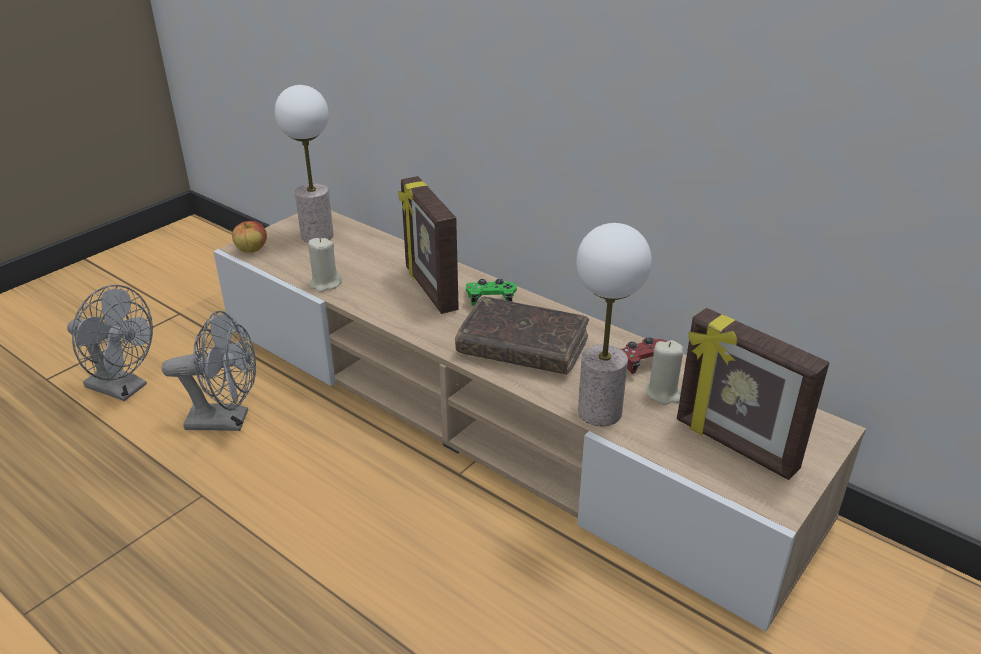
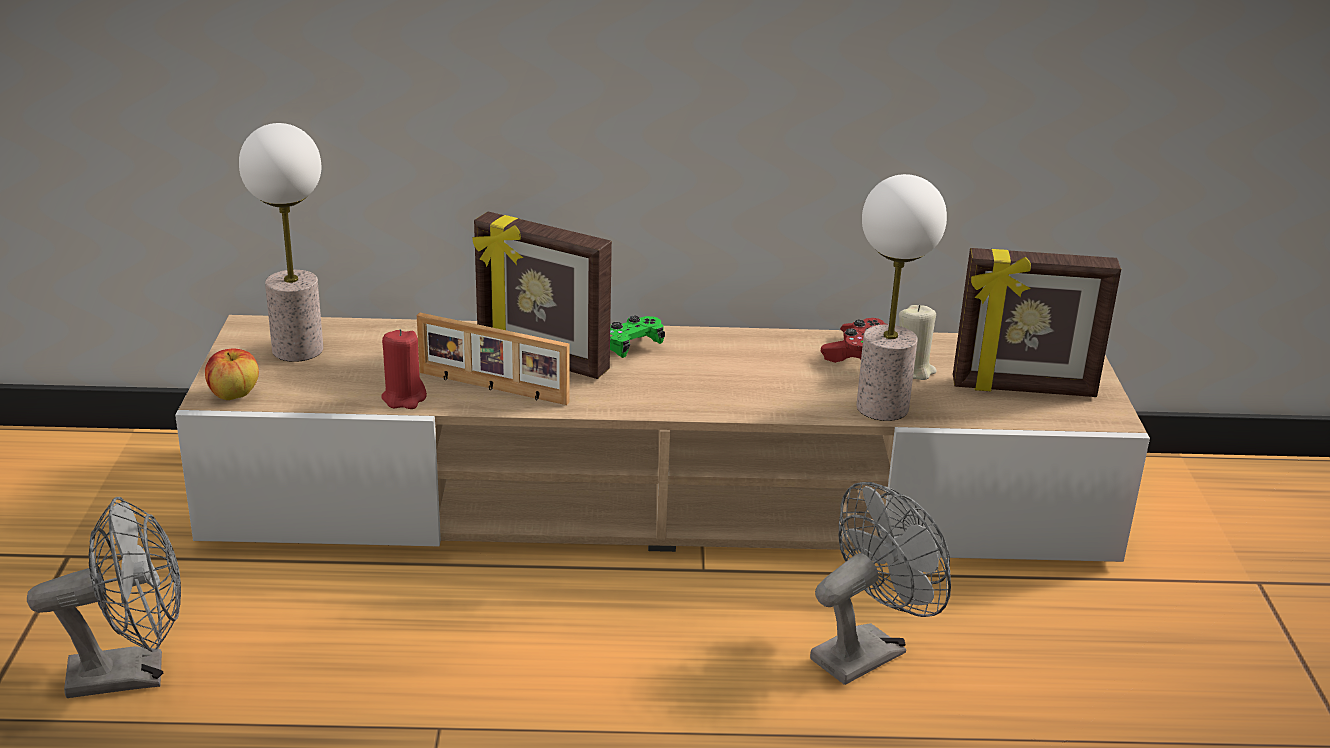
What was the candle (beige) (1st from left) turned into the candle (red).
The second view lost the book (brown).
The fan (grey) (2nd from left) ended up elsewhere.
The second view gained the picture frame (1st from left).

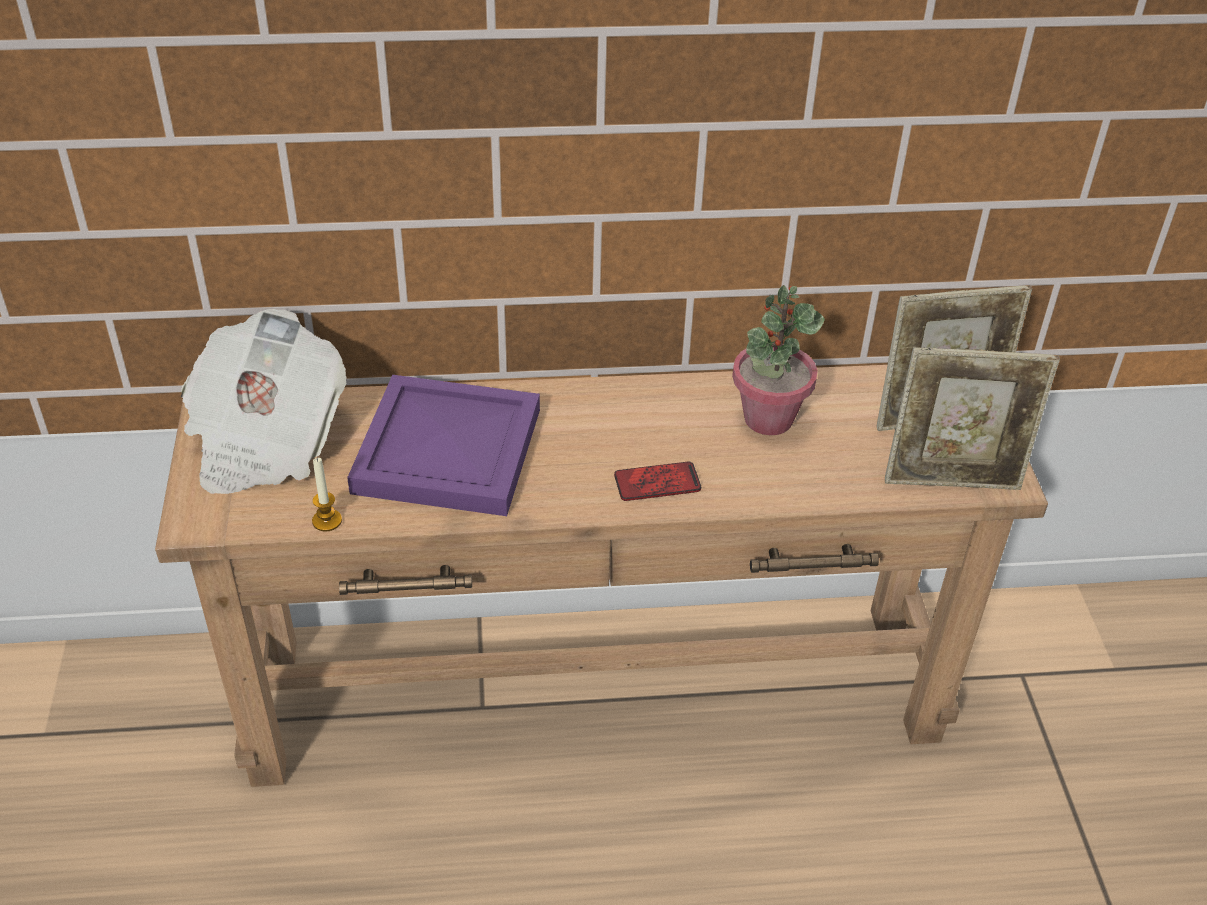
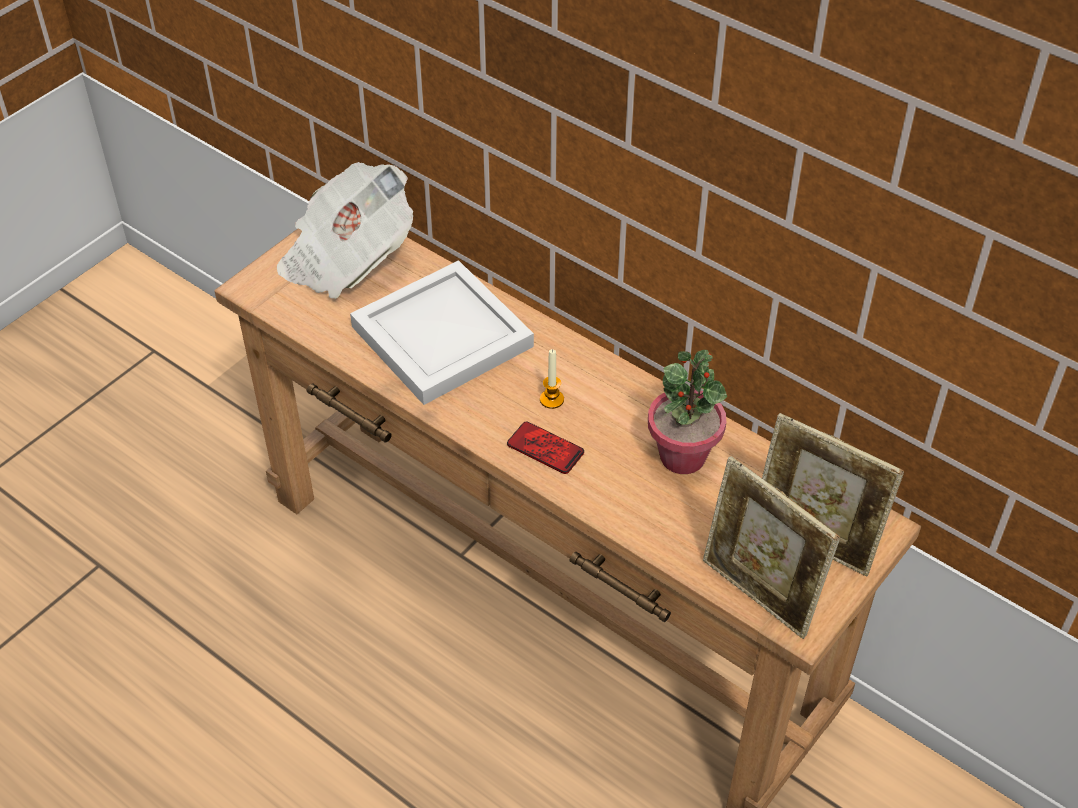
What was the tray (purple) turned into the tray (white).
The candle ended up elsewhere.

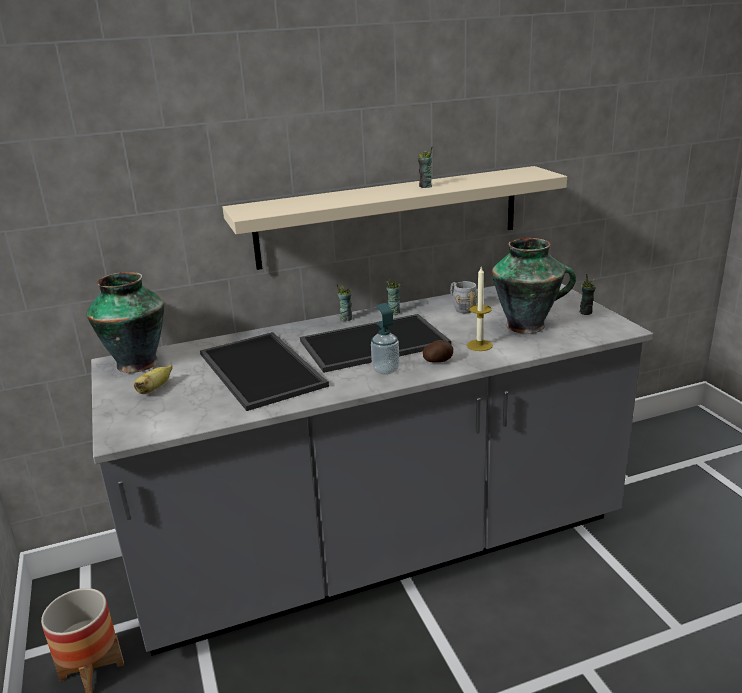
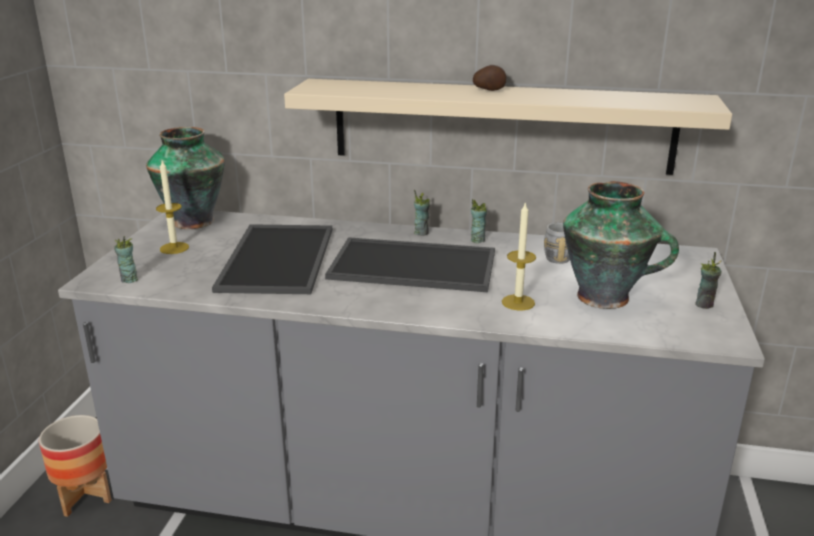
The cup (3rd from left in the first image) ended up elsewhere.
The second view lost the soap dispenser.
The potato ended up elsewhere.
Where the banana stood, the candle (1st from left) came to stand.

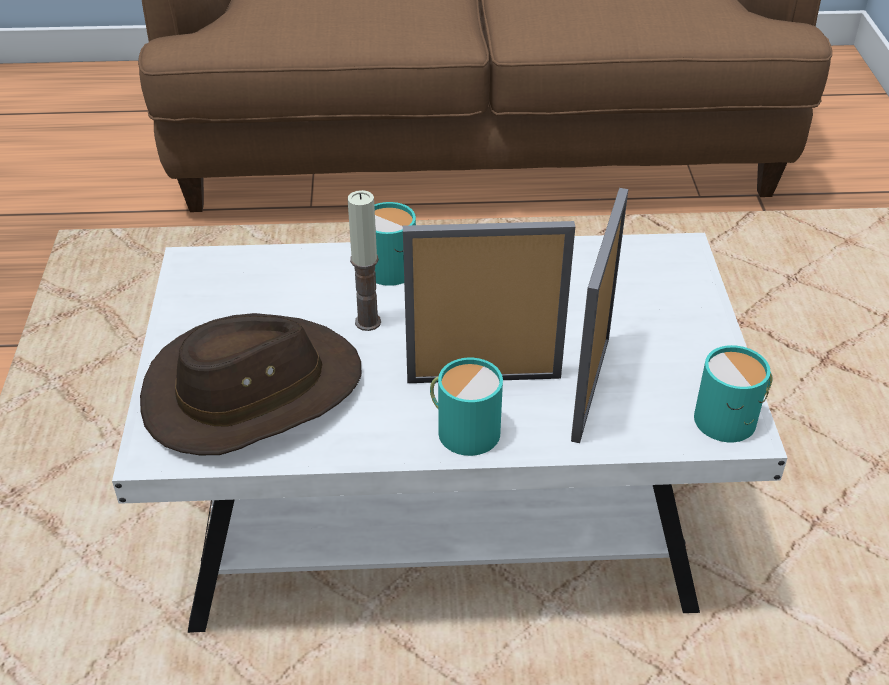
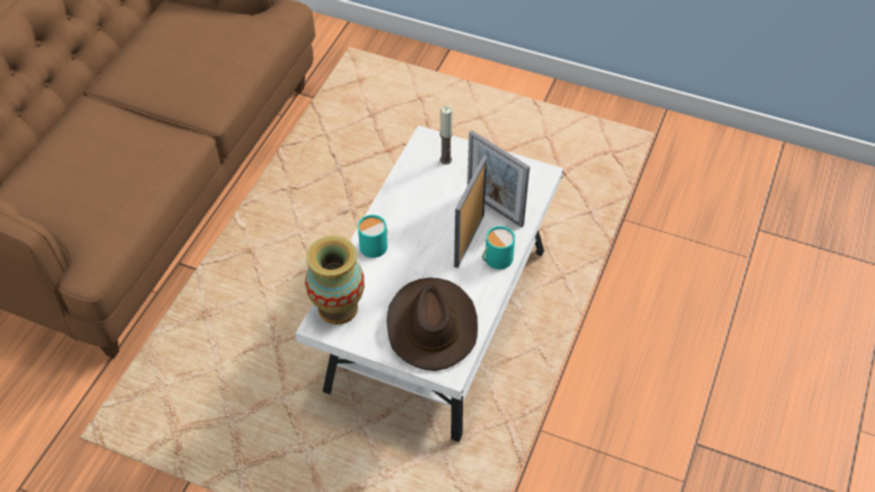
The candle ended up elsewhere.
The second view lost the mug (turquoise) (3rd from left).
The second view gained the vase.

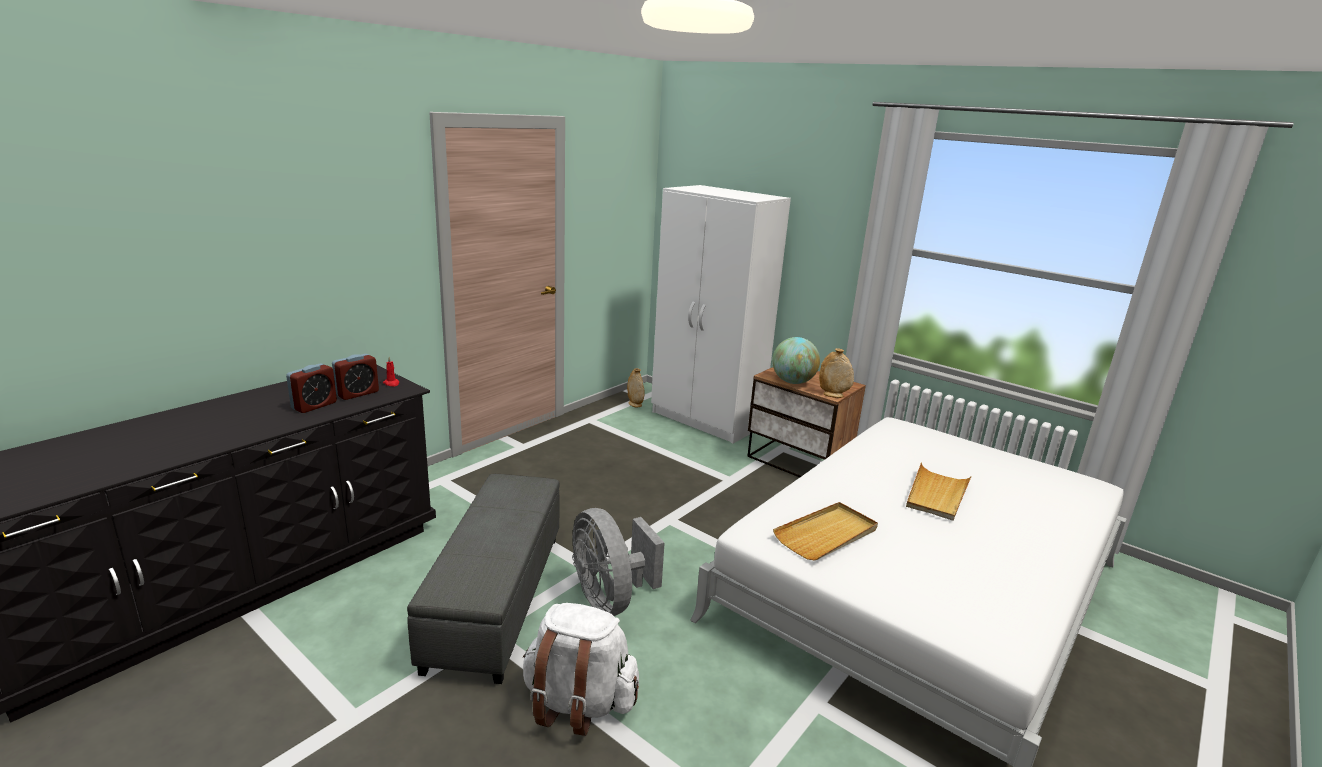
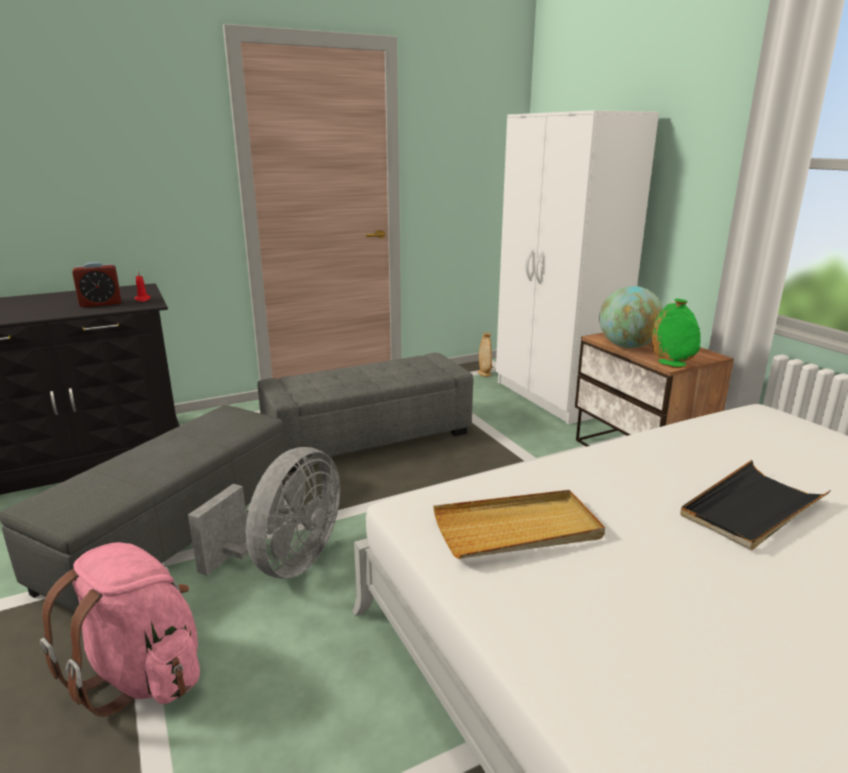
What was the vase (beige) (2nd from left) turned into the vase (green).
The second view lost the alarm clock (1st from left).
What was the tray (beige) (2nd from left) turned into the tray (black).
The fan (grey) ended up facing another way, 150 degrees counterclockwise from before.
What was the backpack (white) turned into the backpack (pink).
The second view gained the ottoman (grey) (2nd from left).

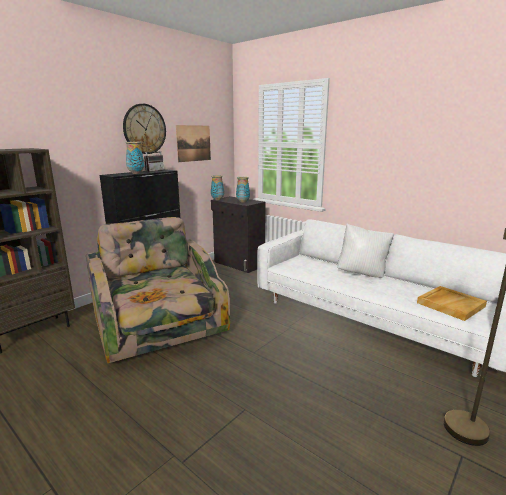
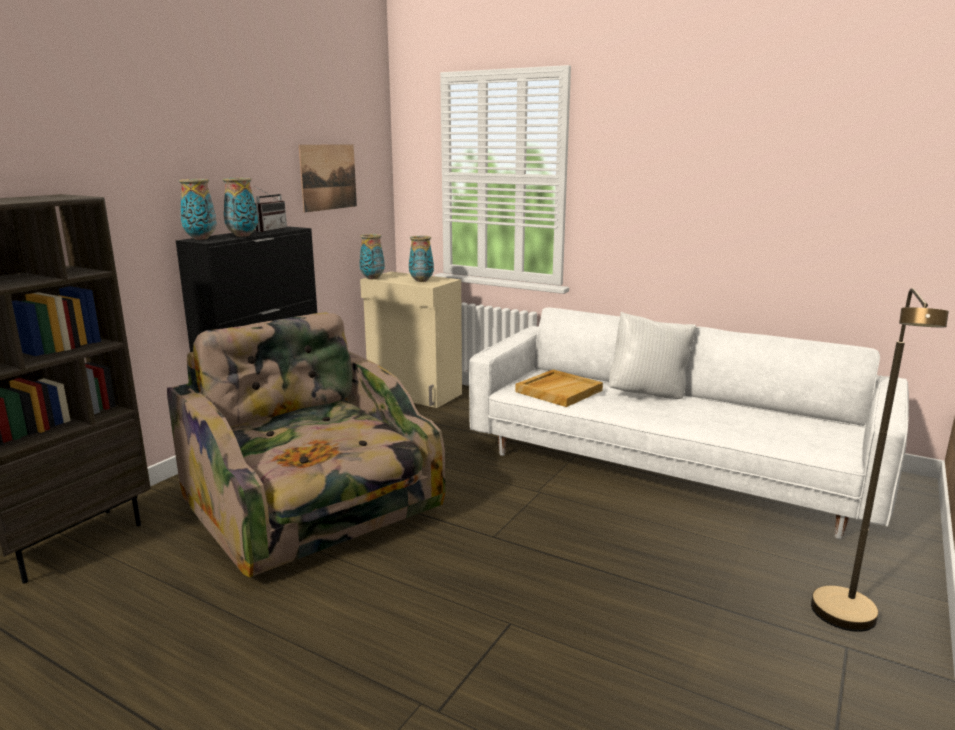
The second view lost the wall clock.
What was the cabinet (black) (2nd from left) turned into the cabinet (beige).
The tray (beige) ended up elsewhere.
The second view gained the vase (1st from left).

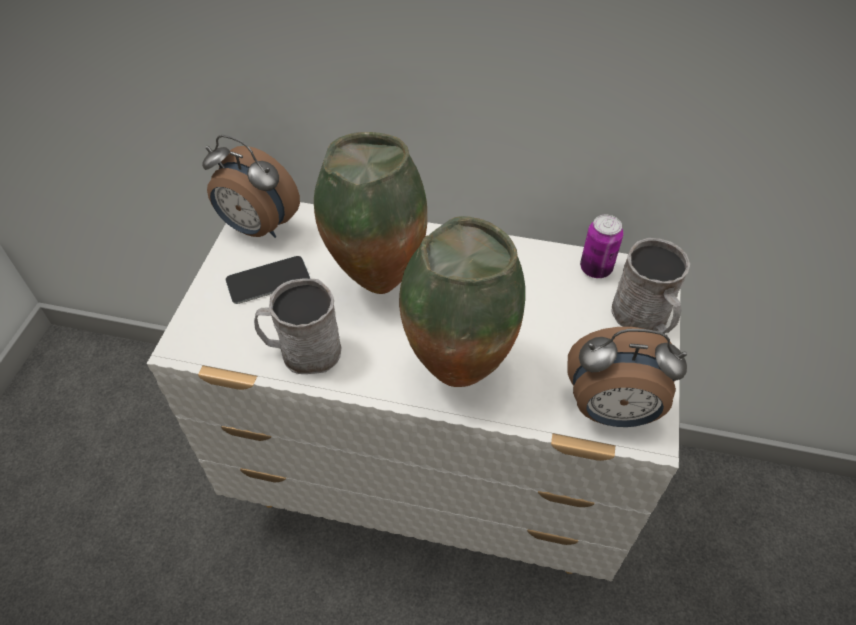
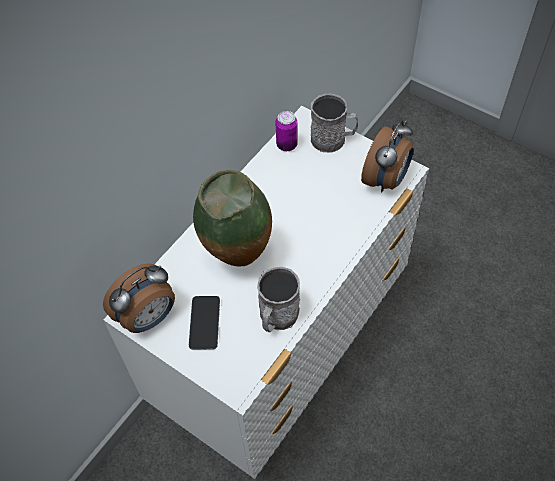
The second view lost the vase (2nd from left).

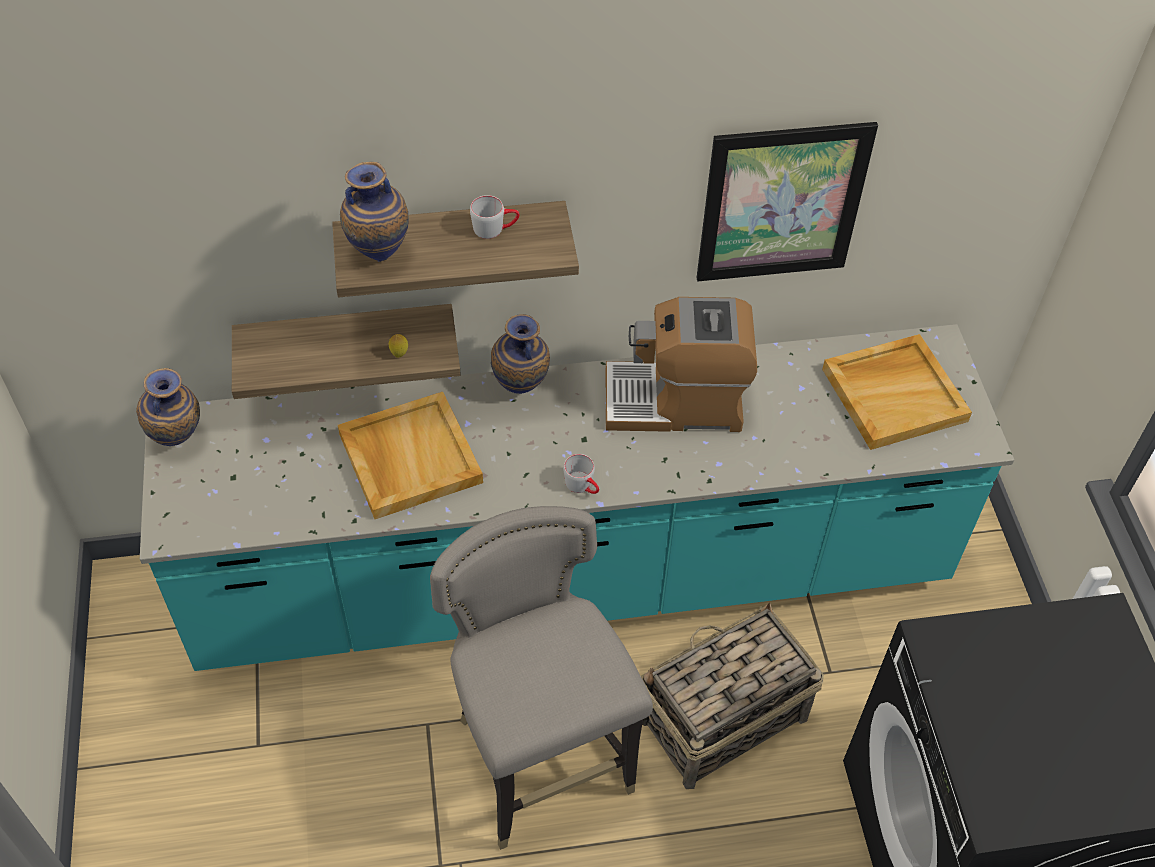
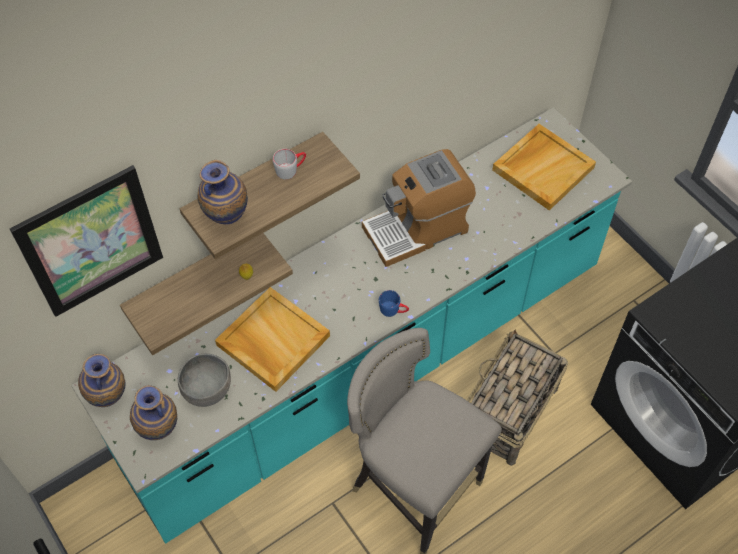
The picture ended up elsewhere.
The vase (3rd from left in the first image) ended up elsewhere.
What was the mug (grey) (2nd from left) turned into the mug (blue).
The second view gained the bowl (grey).

